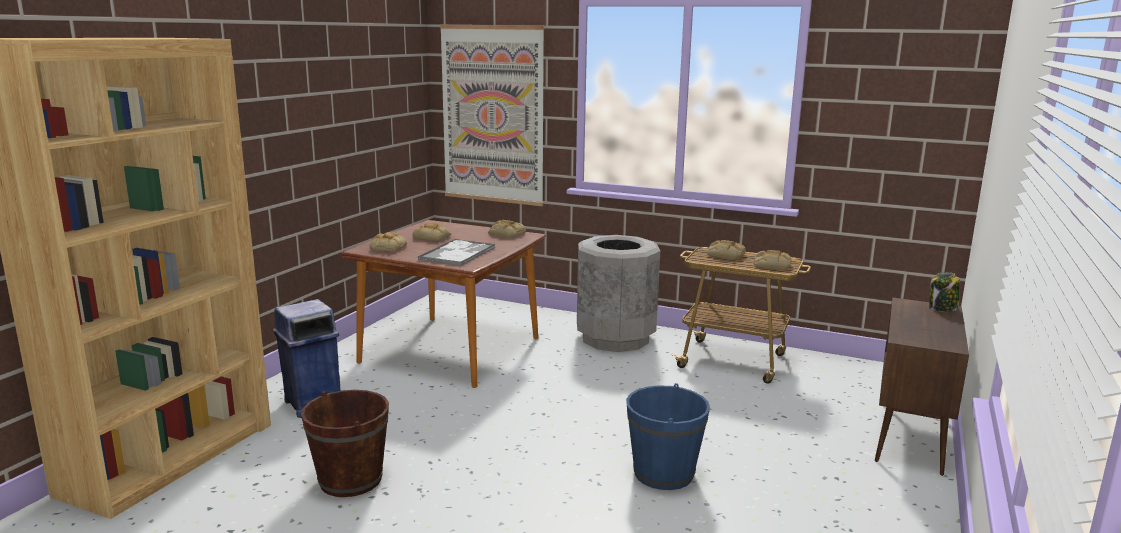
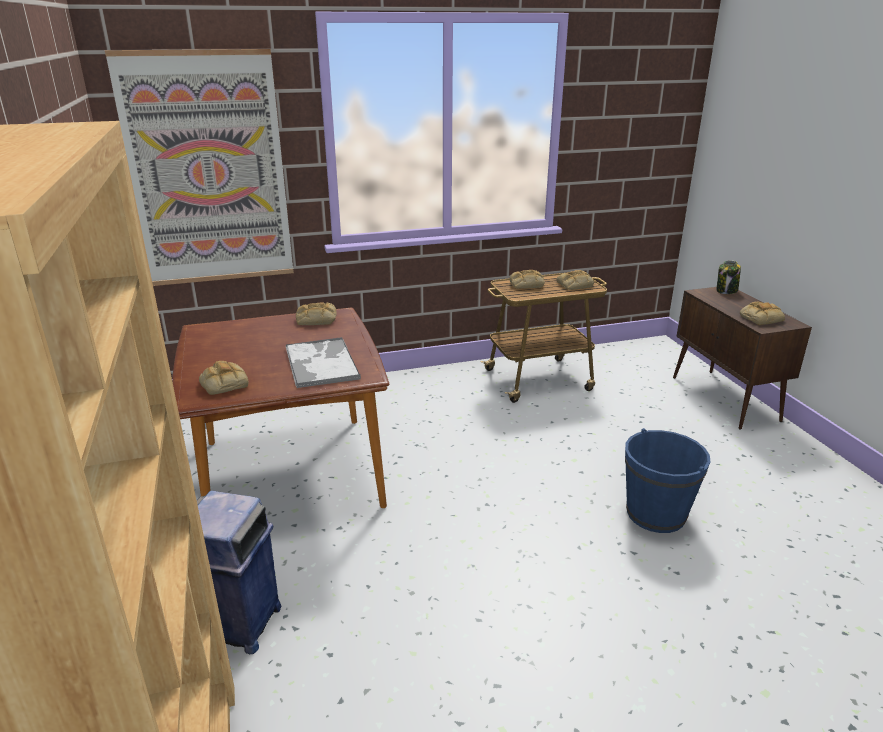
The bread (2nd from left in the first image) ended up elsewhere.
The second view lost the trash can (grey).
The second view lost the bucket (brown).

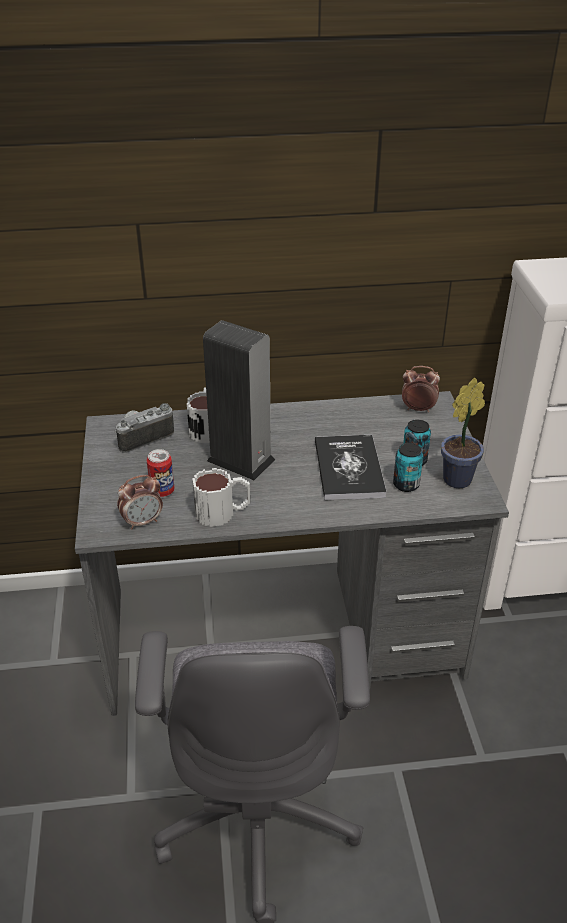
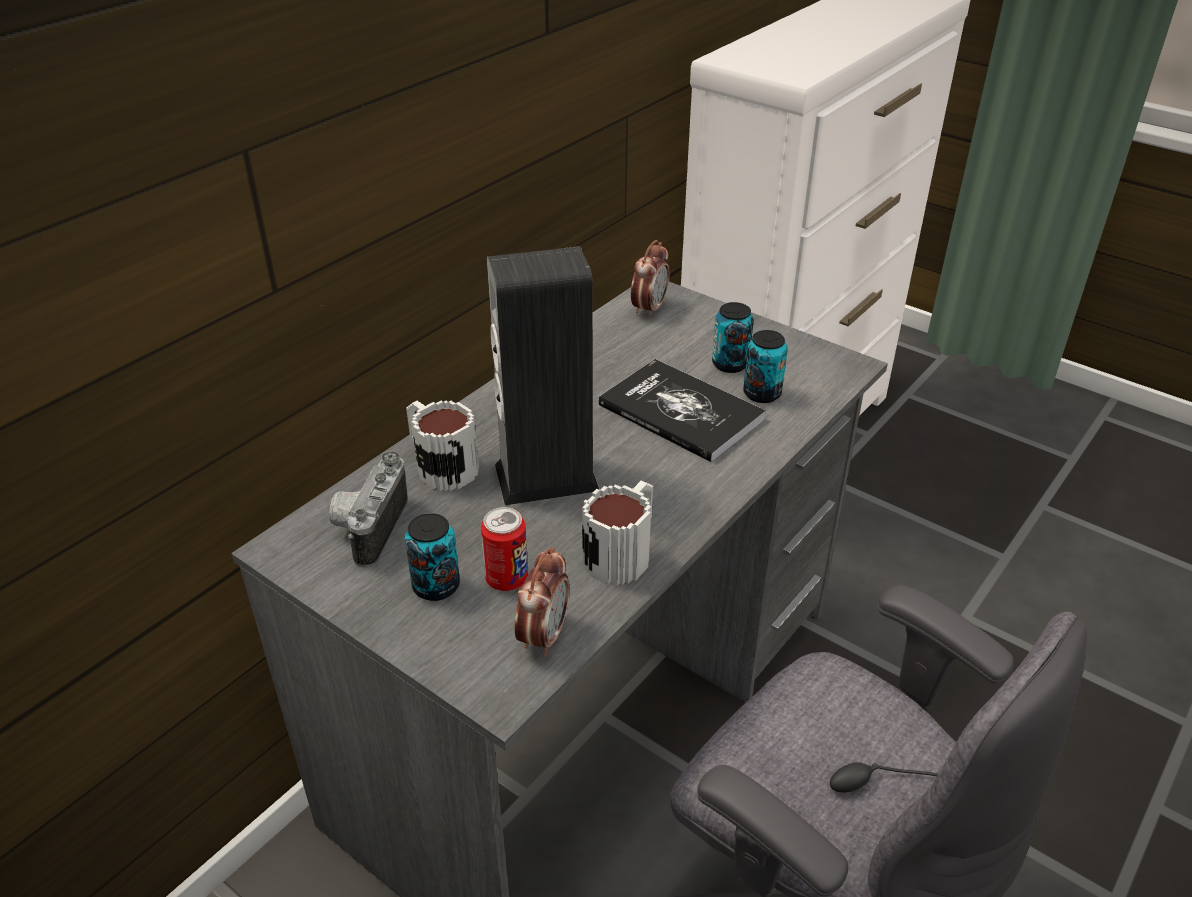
The alarm clock (2nd from left) ended up facing another way, 150 degrees clockwise from before.
The second view lost the potted plant.
The second view gained the can (1st from left).

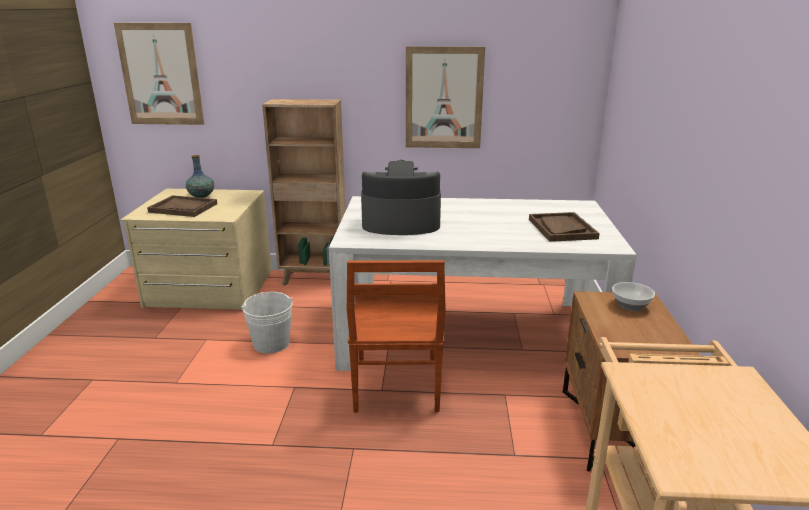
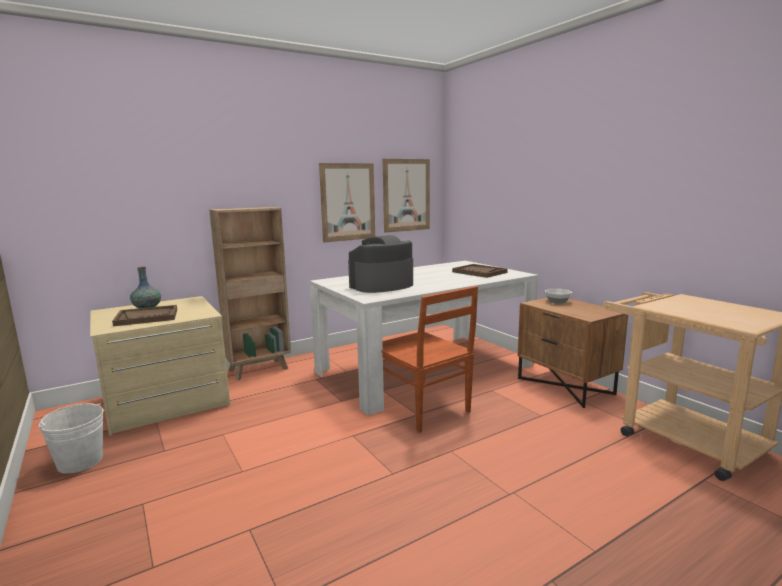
The picture (1st from left in the first image) ended up elsewhere.
The bucket (white) ended up elsewhere.

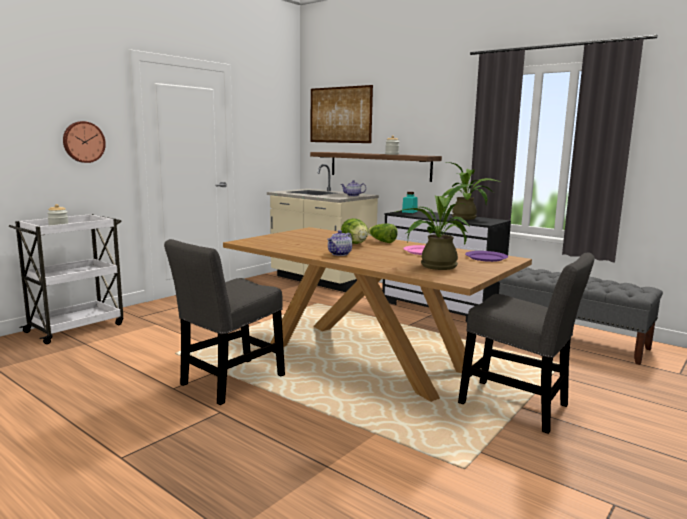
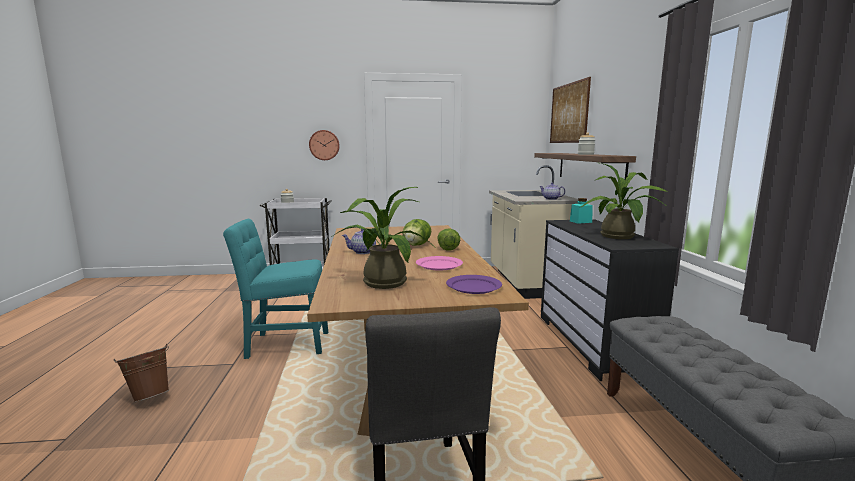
What was the chair (grey) (1st from left) turned into the chair (turquoise).
The second view gained the bucket (brown).

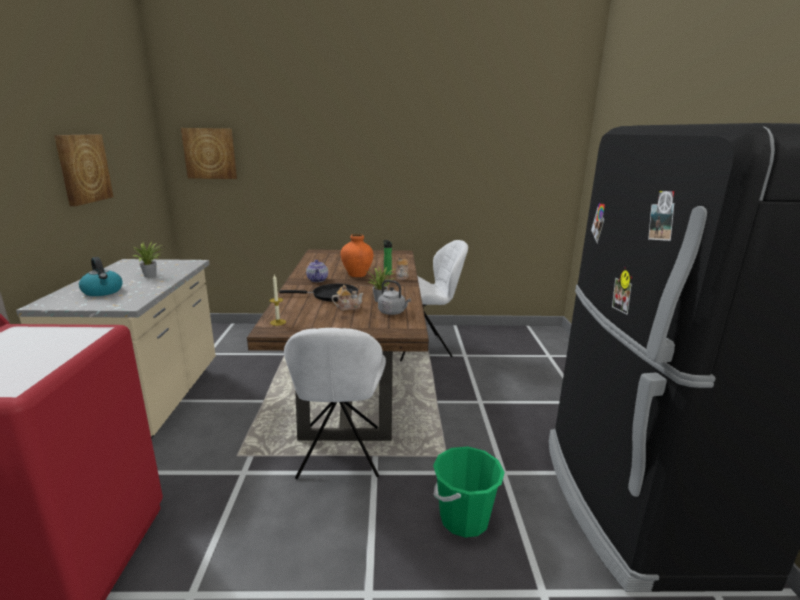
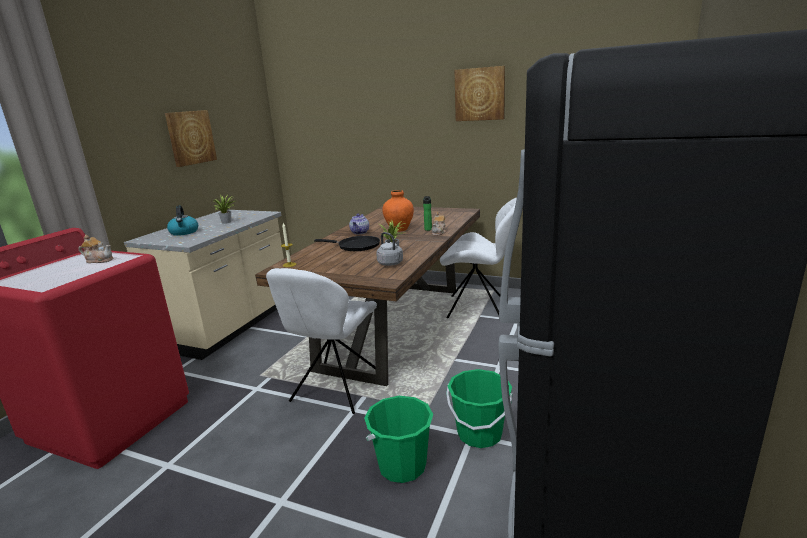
The picture (2nd from left) ended up elsewhere.
The teapot (2nd from left in the first image) ended up elsewhere.
The second view gained the bucket (green) (2nd from left).

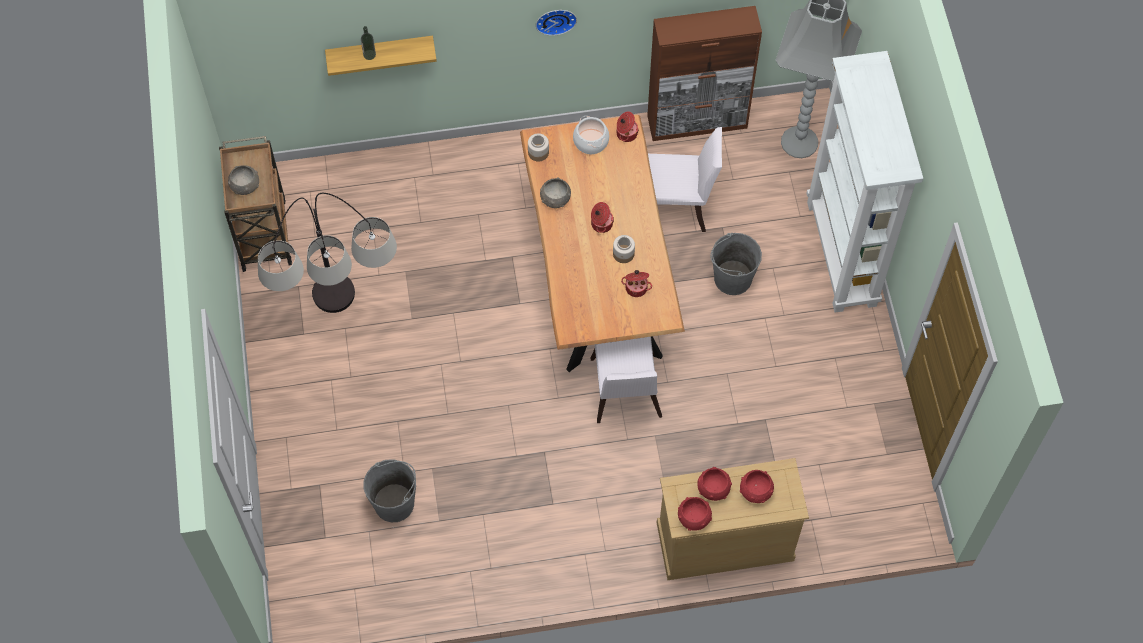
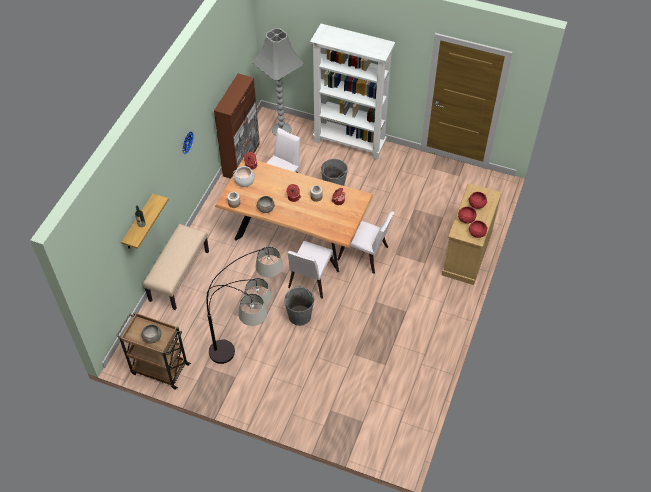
The bucket (grey) (1st from left) ended up elsewhere.
The second view gained the bench (beige).
The second view gained the chair (white) (2nd from left).

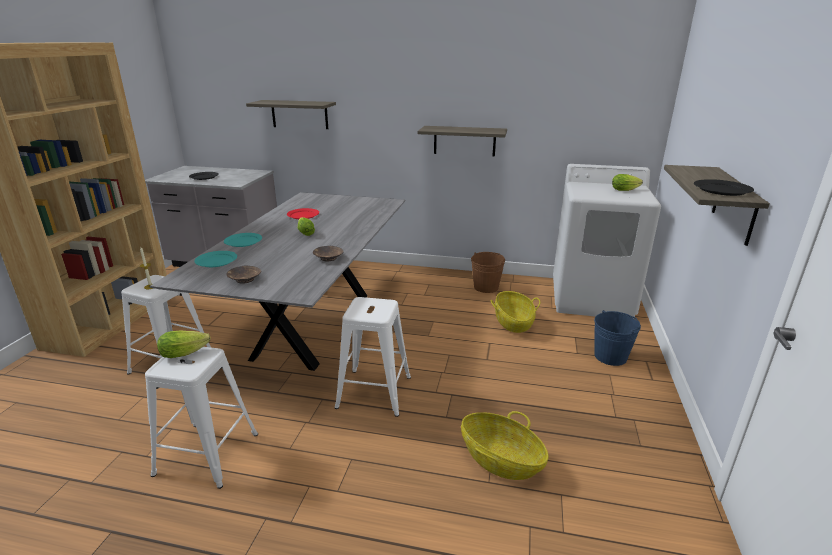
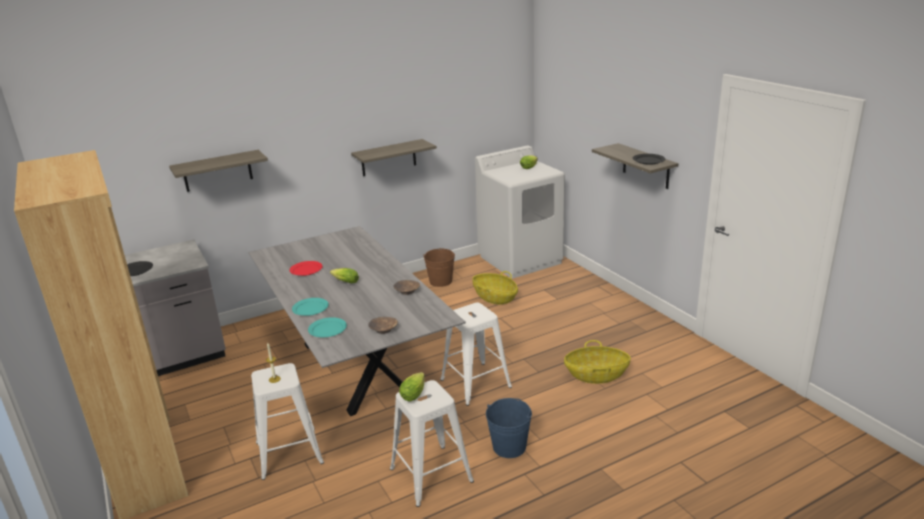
The bucket (blue) ended up elsewhere.

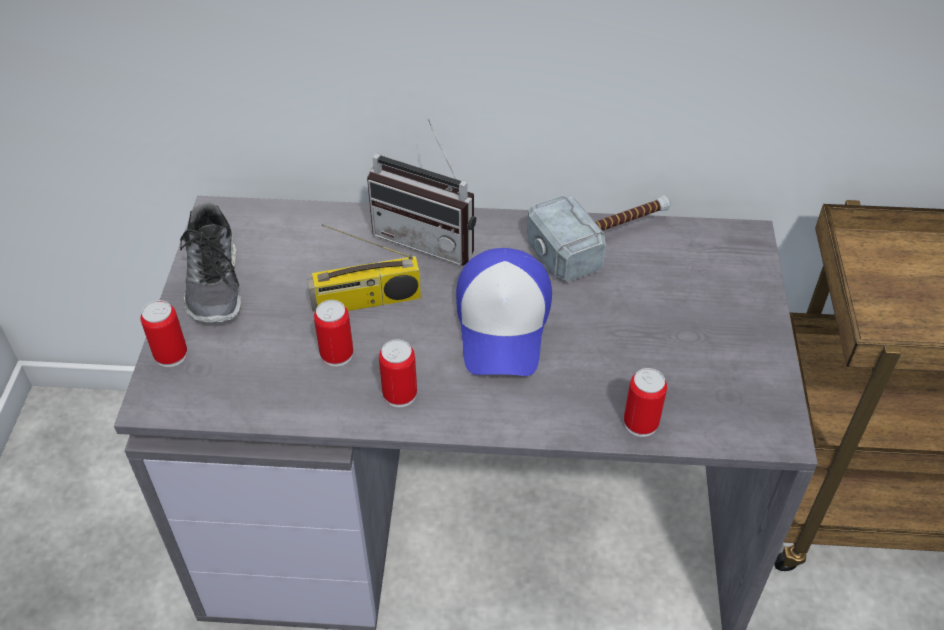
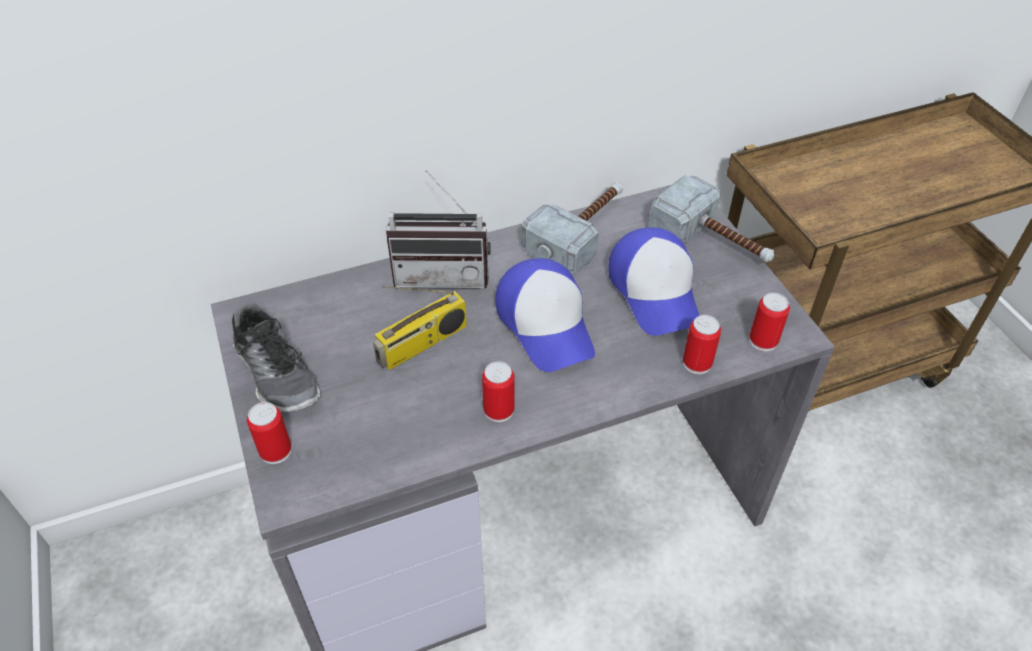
The can (2nd from left in the first image) ended up elsewhere.
The second view gained the hammer (2nd from left).
The second view gained the cap (2nd from left).

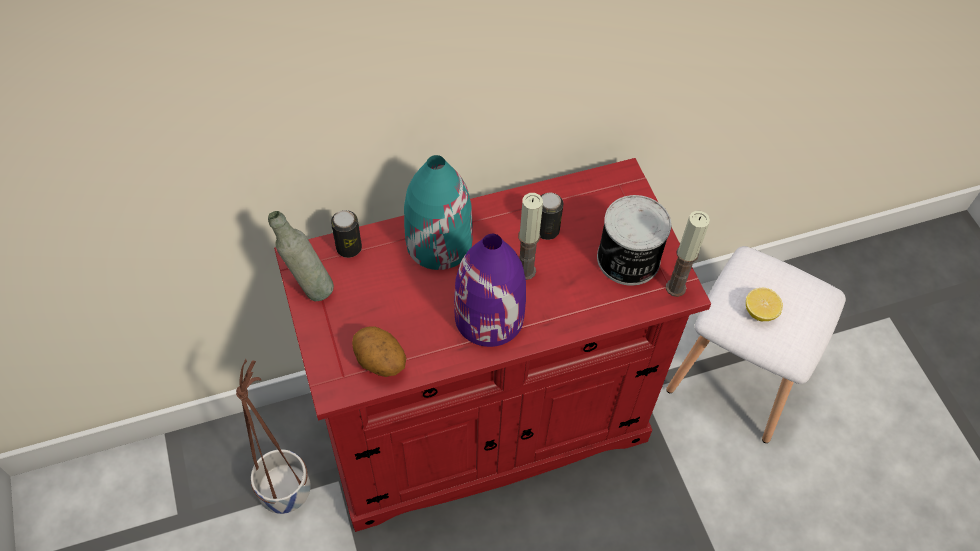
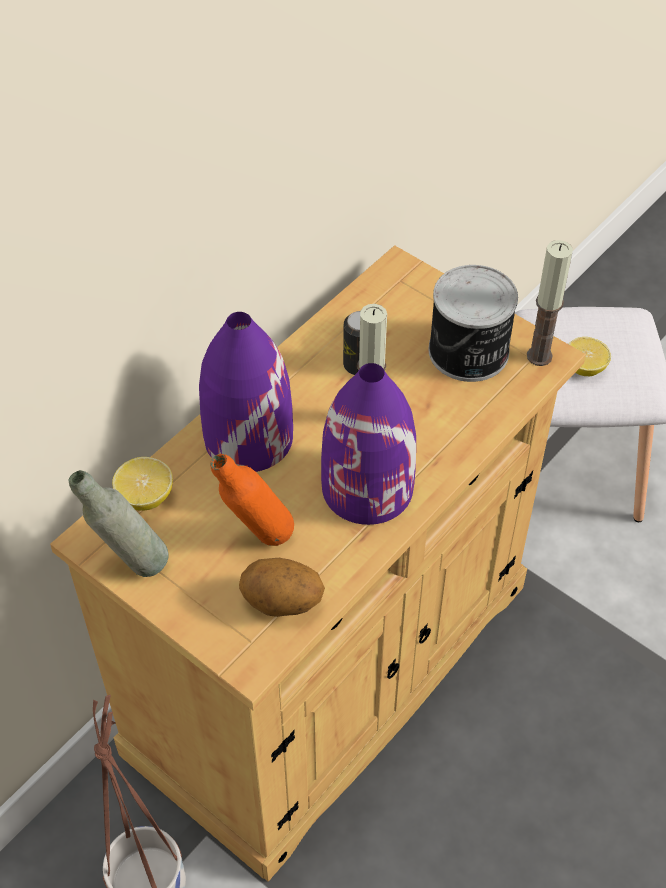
What was the vase (turquoise) turned into the vase (purple) (1st from left).
What was the cabinet (red) turned into the cabinet (beige).
Where the can (1st from left) stood, the lemon (1st from left) came to stand.
The second view gained the bottle (orange).

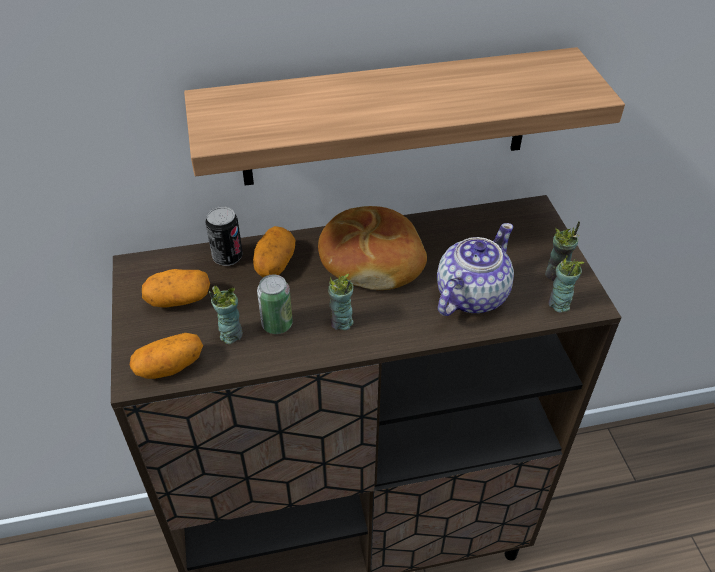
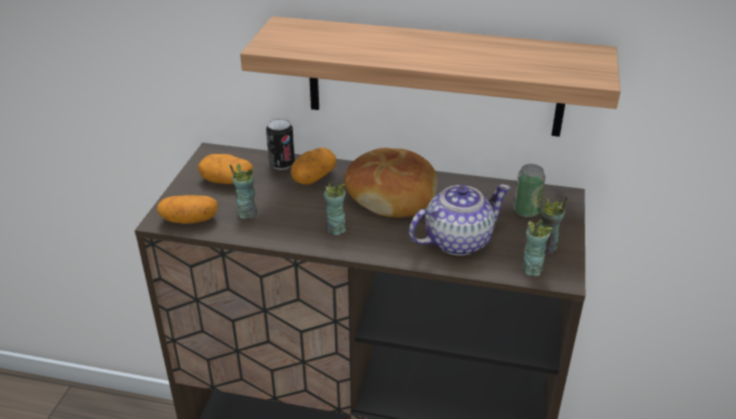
The can (2nd from left) ended up elsewhere.

